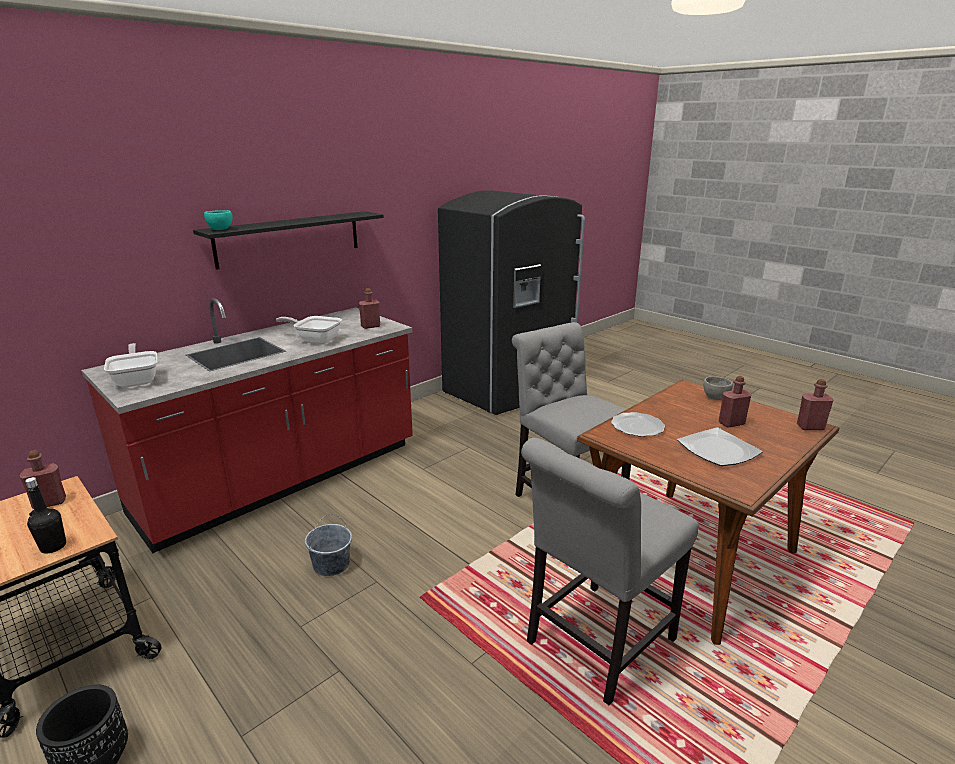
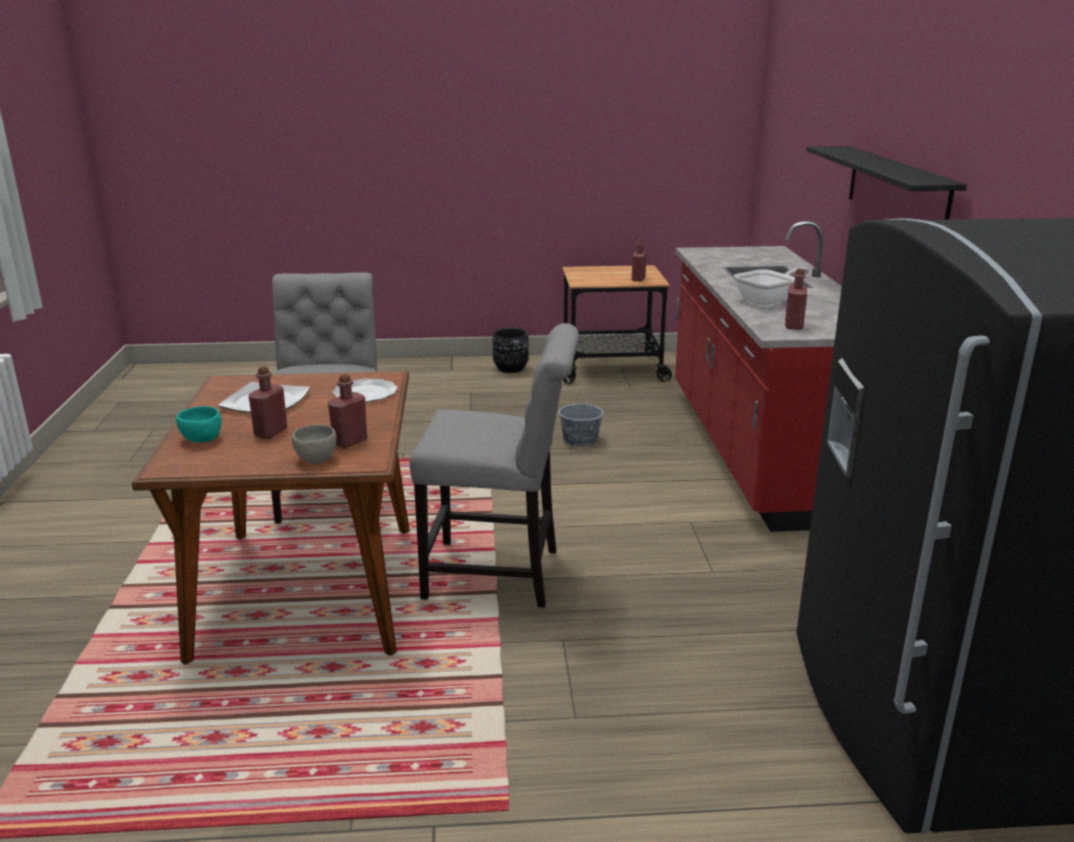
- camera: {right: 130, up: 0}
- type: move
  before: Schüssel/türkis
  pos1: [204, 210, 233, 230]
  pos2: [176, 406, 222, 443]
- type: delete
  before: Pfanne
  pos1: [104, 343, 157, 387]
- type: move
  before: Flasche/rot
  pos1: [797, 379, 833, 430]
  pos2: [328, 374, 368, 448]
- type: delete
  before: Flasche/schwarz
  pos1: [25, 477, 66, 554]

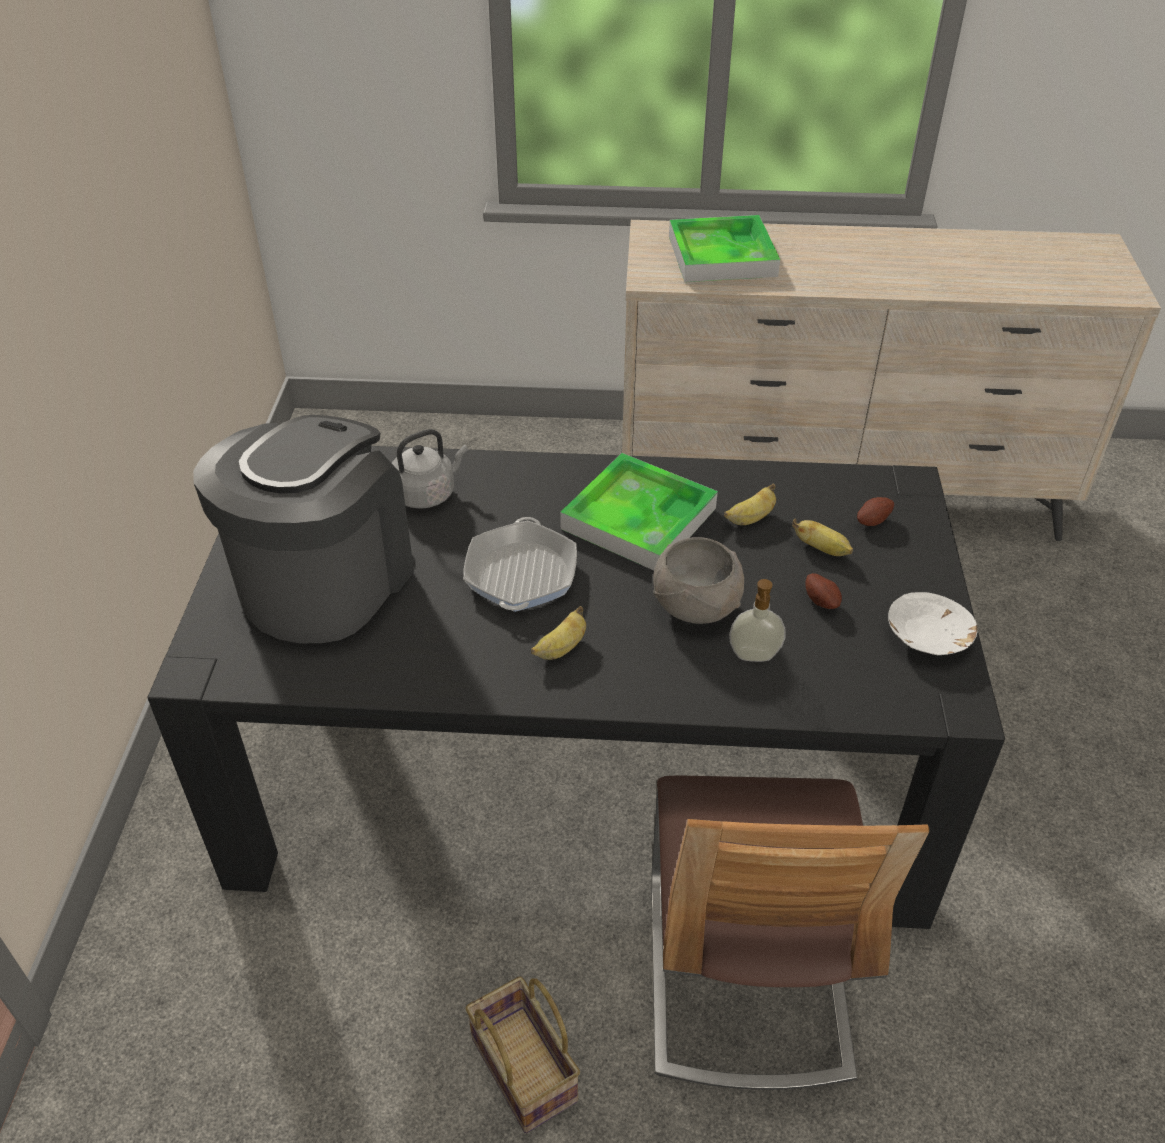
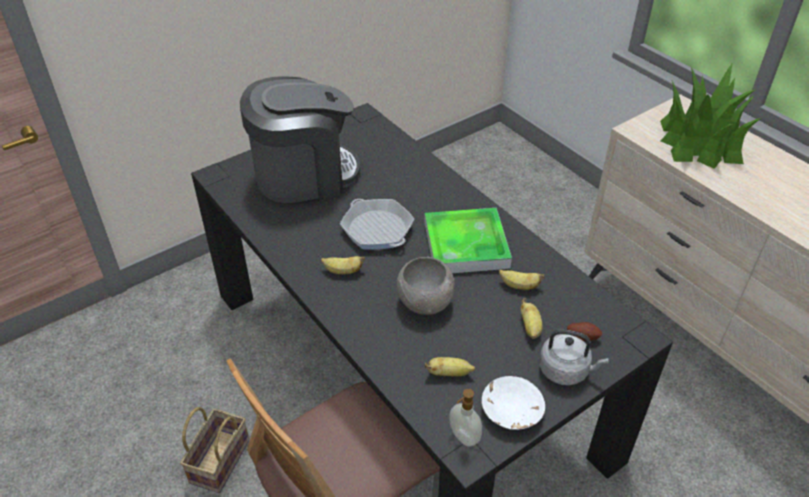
- camera: {right: 50, up: 0}
- type: replace
  before: Tablett
  after: Topfpflanze
  pos1: [669, 215, 780, 282]
  pos2: [660, 62, 761, 169]
- type: move
  before: Wasserkessel/grau
  pos1: [392, 429, 468, 509]
  pos2: [539, 329, 609, 386]
- type: rotate
  before: Pfanne
  pos1: [463, 517, 577, 612]
  pos2: [340, 199, 414, 250]
  turn: 90
- type: delete
  before: Kartoffel
  pos1: [806, 573, 842, 609]
- type: move
  before: Seifenspender
  pos1: [729, 579, 786, 662]
  pos2: [449, 389, 482, 447]
- type: insert
  after: Banane
  pos2: [424, 357, 475, 376]

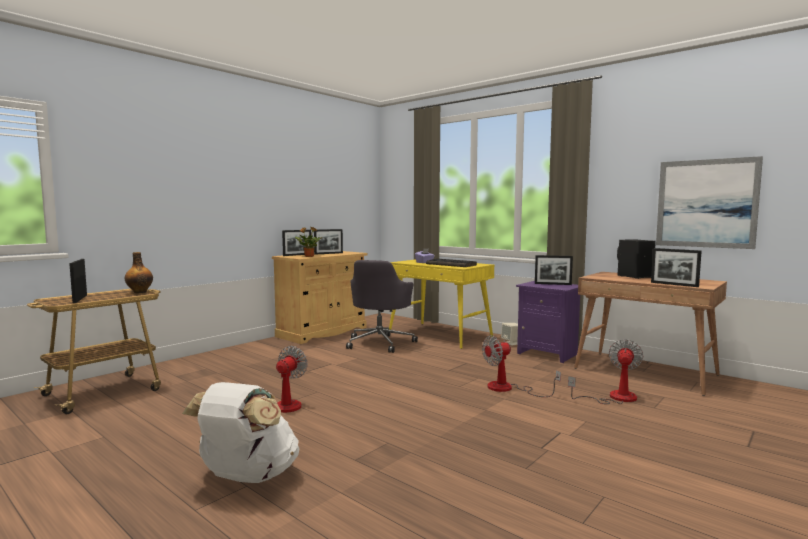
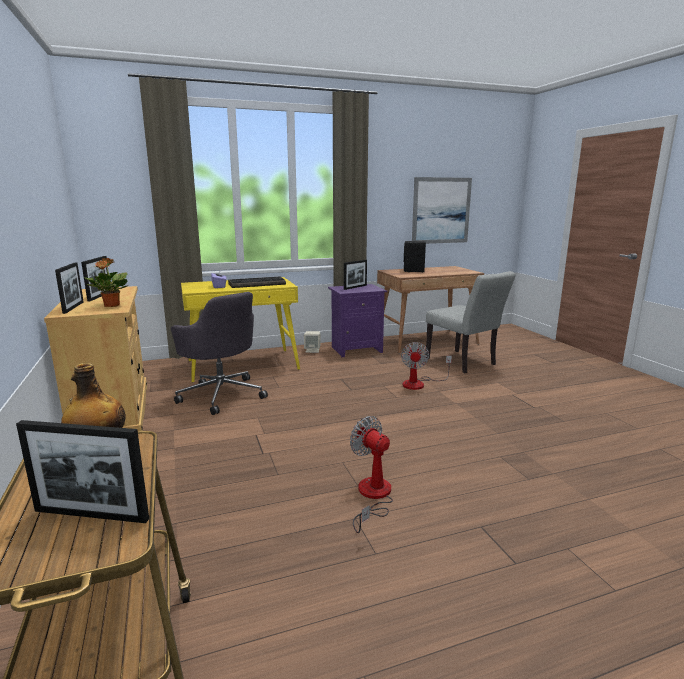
- camera: {right: -60, up: 10}
- type: delete
  before: Bilderrahmen
  pos1: [651, 248, 702, 287]
- type: replace
  before: Ventilator
  after: Stuhl/grau
  pos1: [568, 339, 643, 404]
  pos2: [426, 271, 516, 373]
- type: delete
  before: Rucksack/weiß
  pos1: [182, 382, 300, 483]

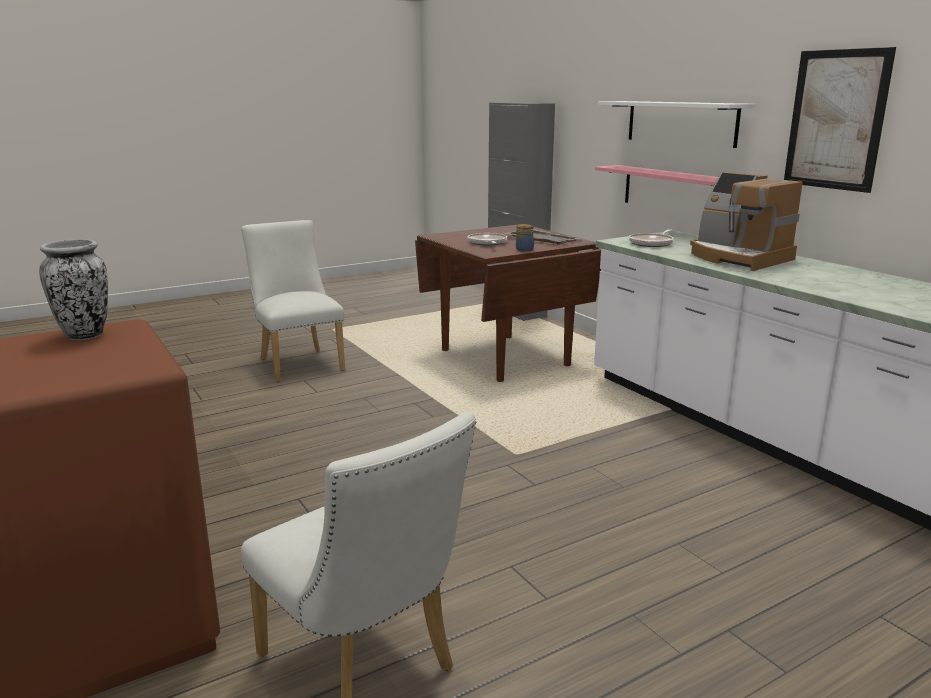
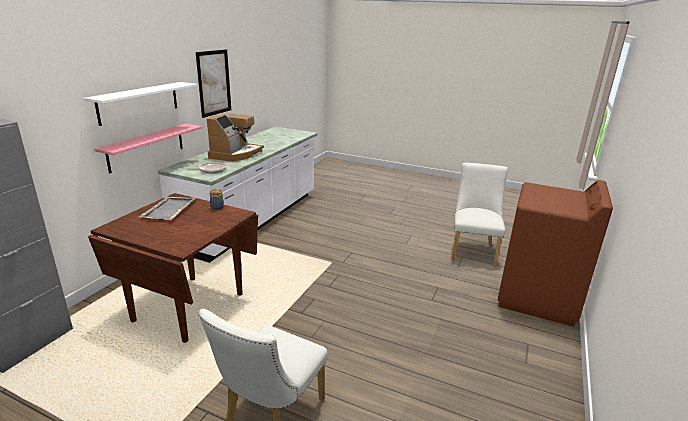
- camera: {right: -125, up: 5}
- type: delete
  before: Pfanne
  pos1: [467, 233, 507, 245]
- type: delete
  before: Vase
  pos1: [39, 239, 108, 340]

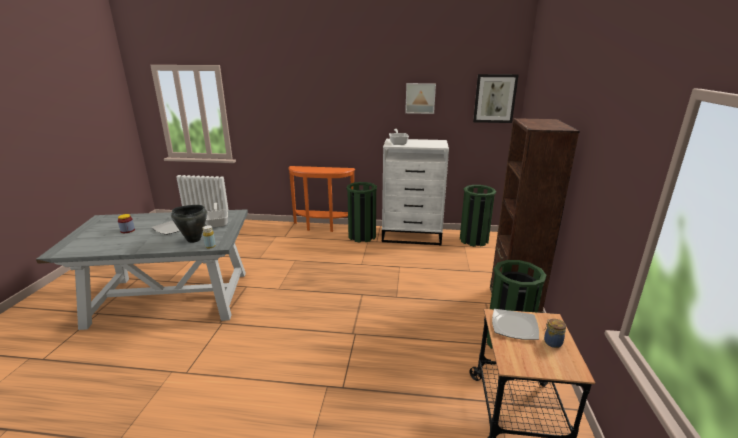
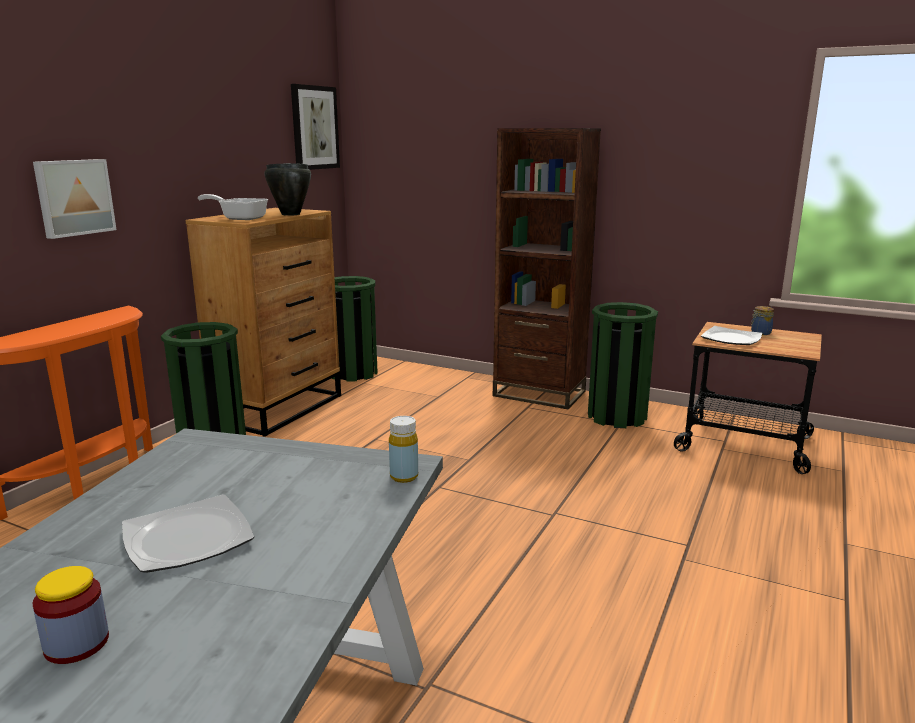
- camera: {right: -70, up: -5}
- type: move
  before: Bild
  pos1: [405, 83, 436, 114]
  pos2: [33, 159, 117, 239]
- type: recolor
  before: Kommode/weiß
  after: Kommode/braun
  pos1: [382, 139, 449, 245]
  pos2: [185, 208, 341, 436]
- type: delete
  before: Pfanne
  pos1: [205, 203, 228, 228]
- type: move
  before: Kochtopf/schwarz
  pos1: [171, 205, 207, 243]
  pos2: [264, 163, 311, 216]

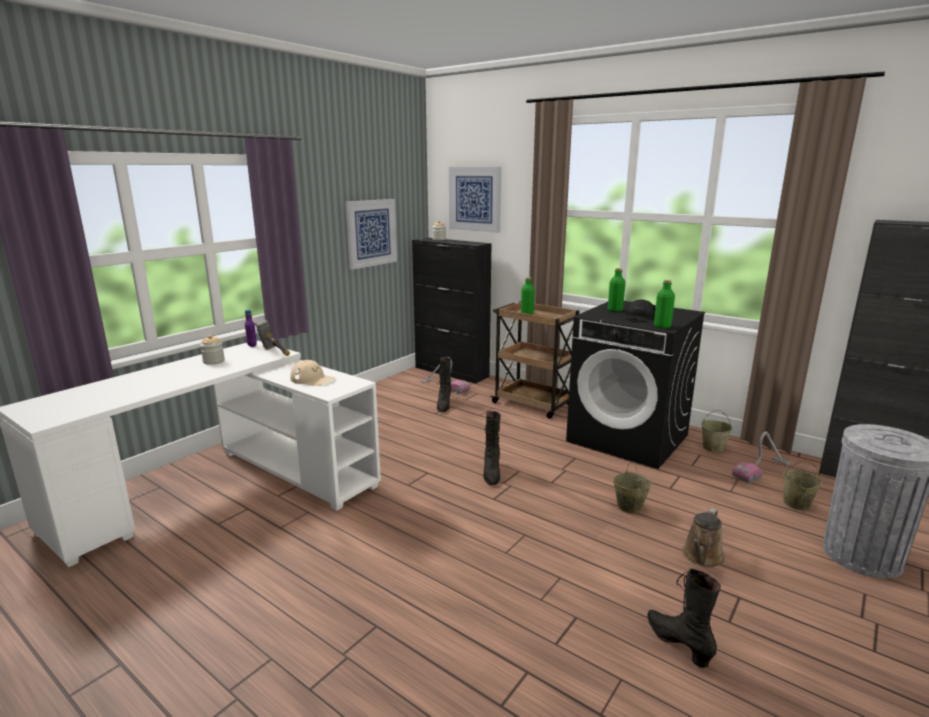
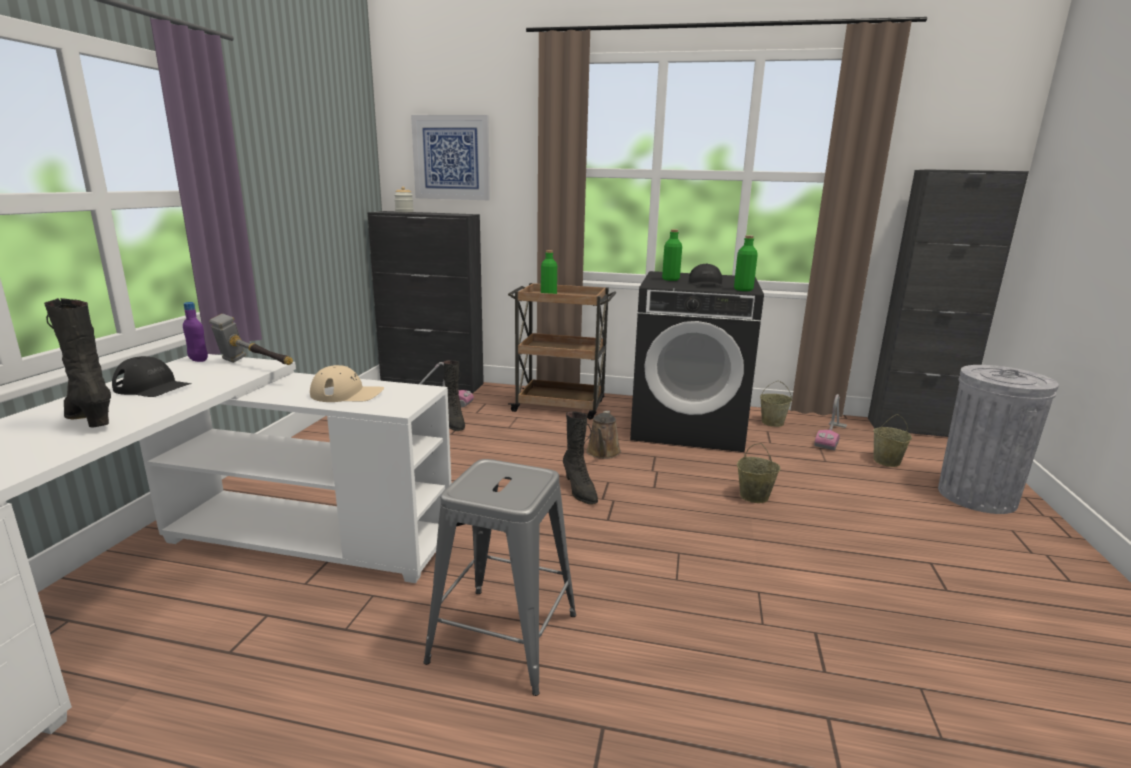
- camera: {right: -25, up: 0}
- type: delete
  before: Bild
  pos1: [345, 199, 397, 270]
- type: replace
  before: Vorratsglas
  after: Kappe/schwarz
  pos1: [200, 335, 225, 365]
  pos2: [112, 356, 192, 397]
- type: move
  before: Gießkanne/braun
  pos1: [682, 508, 725, 568]
  pos2: [586, 411, 621, 459]
- type: move
  before: Stiefel/schwarz
  pos1: [647, 568, 721, 668]
  pos2: [44, 298, 111, 428]
- type: insert
  after: Hocker/grau
  pos2: [423, 459, 576, 696]

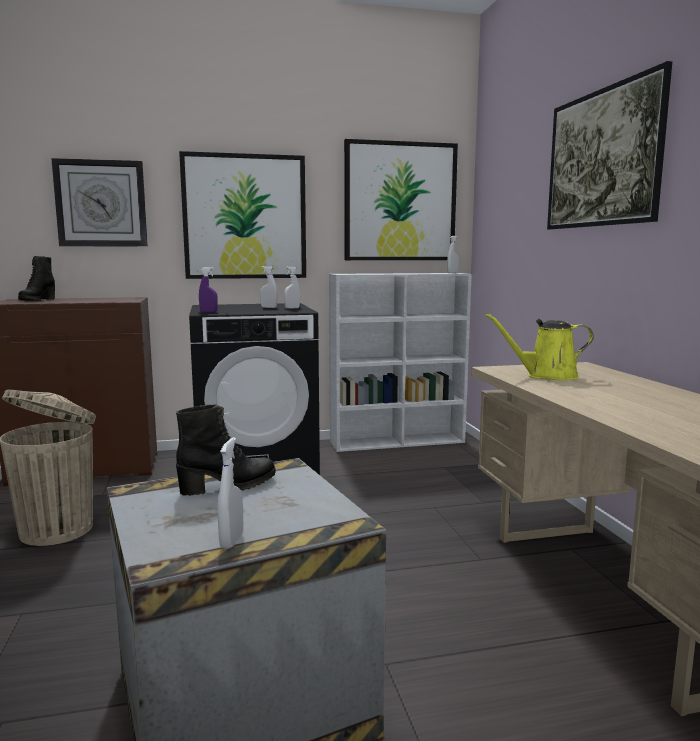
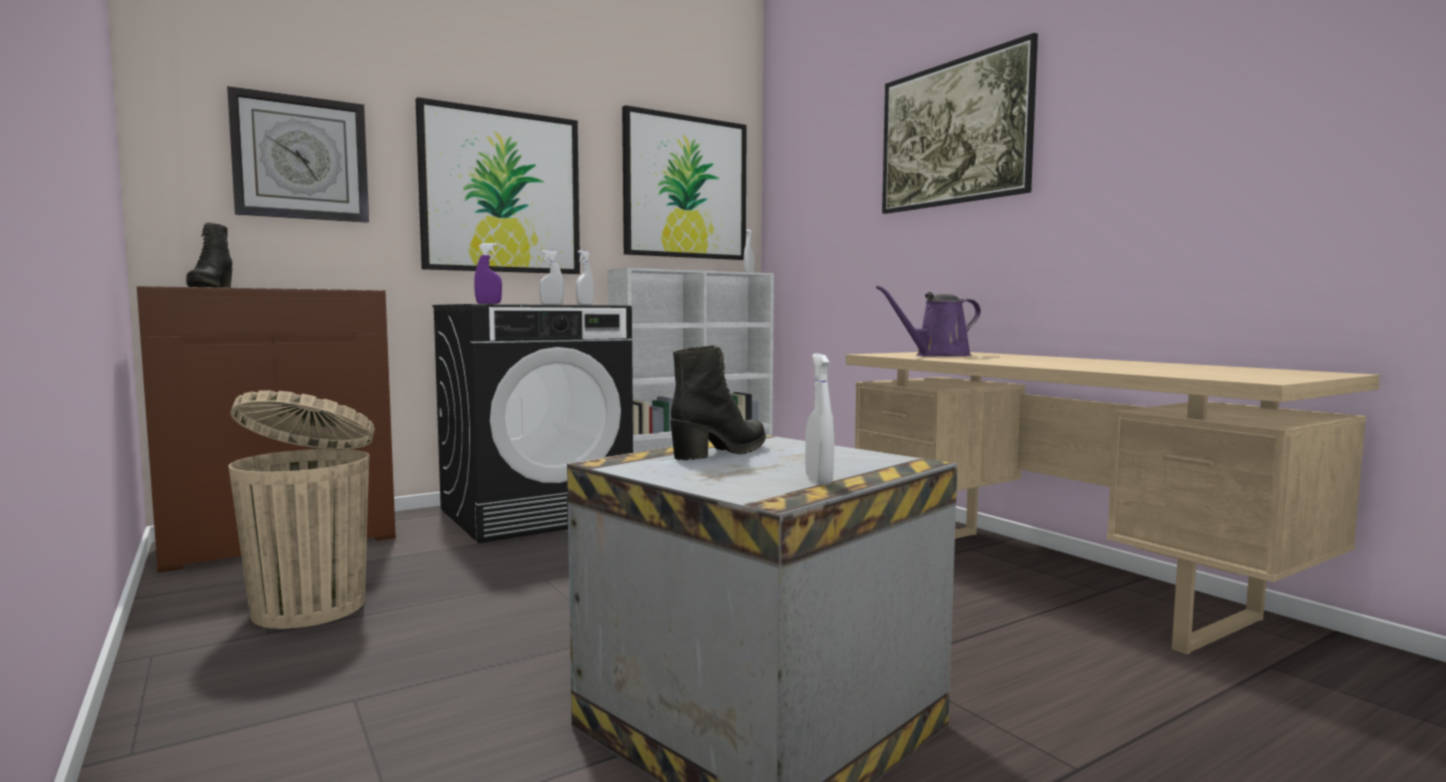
- camera: {right: -20, up: -5}
- type: recolor
  before: Gießkanne/gelb
  after: Gießkanne/lila
  pos1: [485, 313, 594, 380]
  pos2: [876, 286, 981, 357]

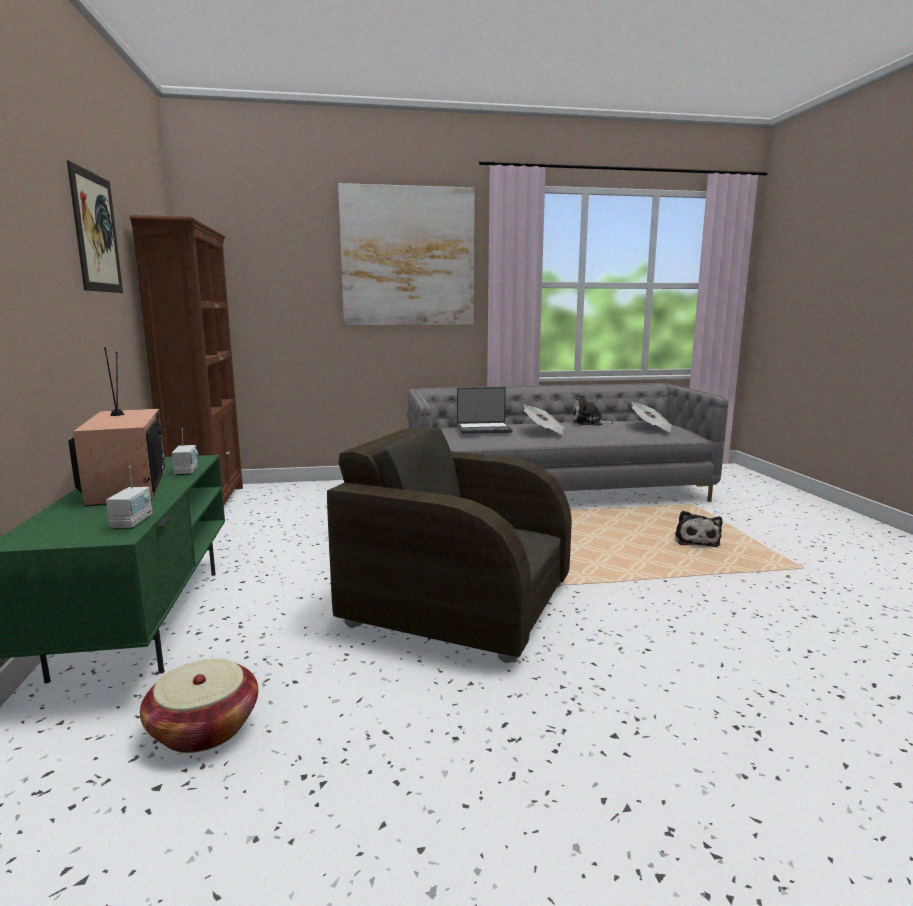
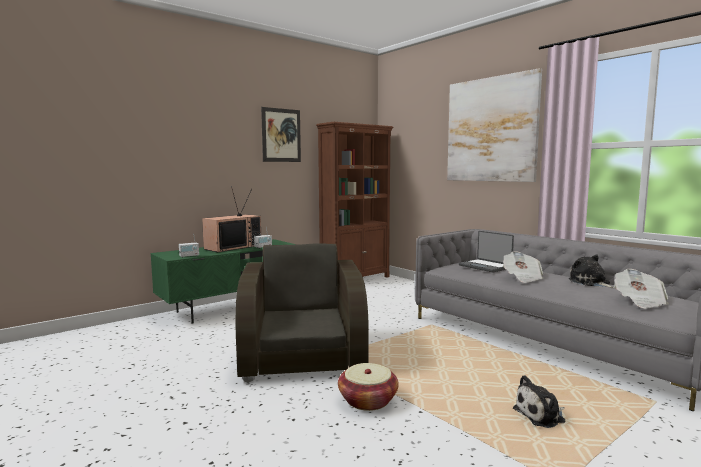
- camera: {right: 60, up: -5}
- type: move
  before: Korb
  pos1: [140, 658, 258, 753]
  pos2: [338, 363, 399, 411]

